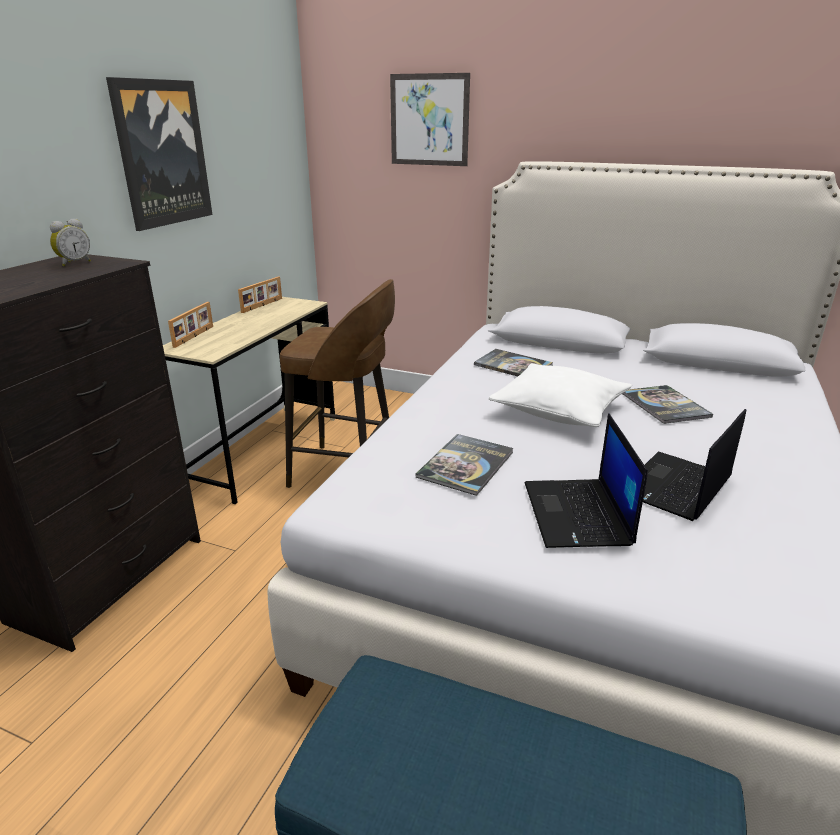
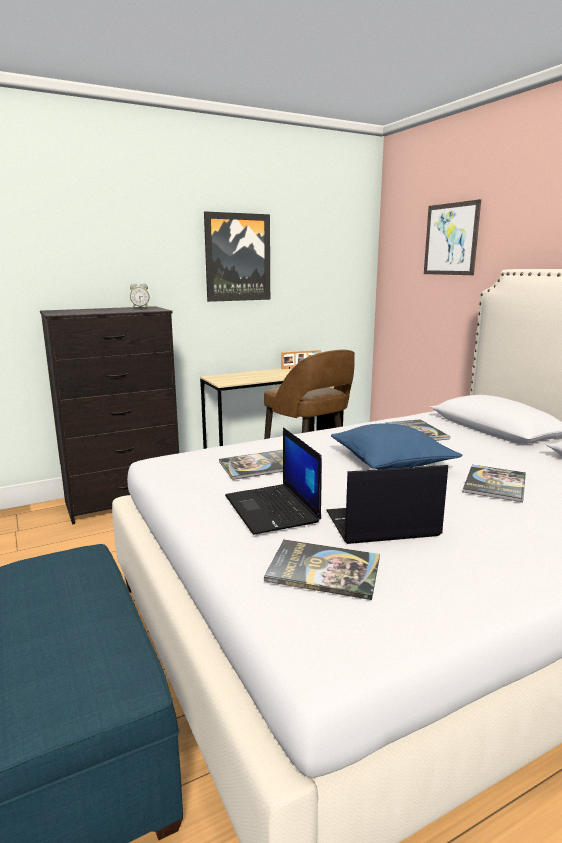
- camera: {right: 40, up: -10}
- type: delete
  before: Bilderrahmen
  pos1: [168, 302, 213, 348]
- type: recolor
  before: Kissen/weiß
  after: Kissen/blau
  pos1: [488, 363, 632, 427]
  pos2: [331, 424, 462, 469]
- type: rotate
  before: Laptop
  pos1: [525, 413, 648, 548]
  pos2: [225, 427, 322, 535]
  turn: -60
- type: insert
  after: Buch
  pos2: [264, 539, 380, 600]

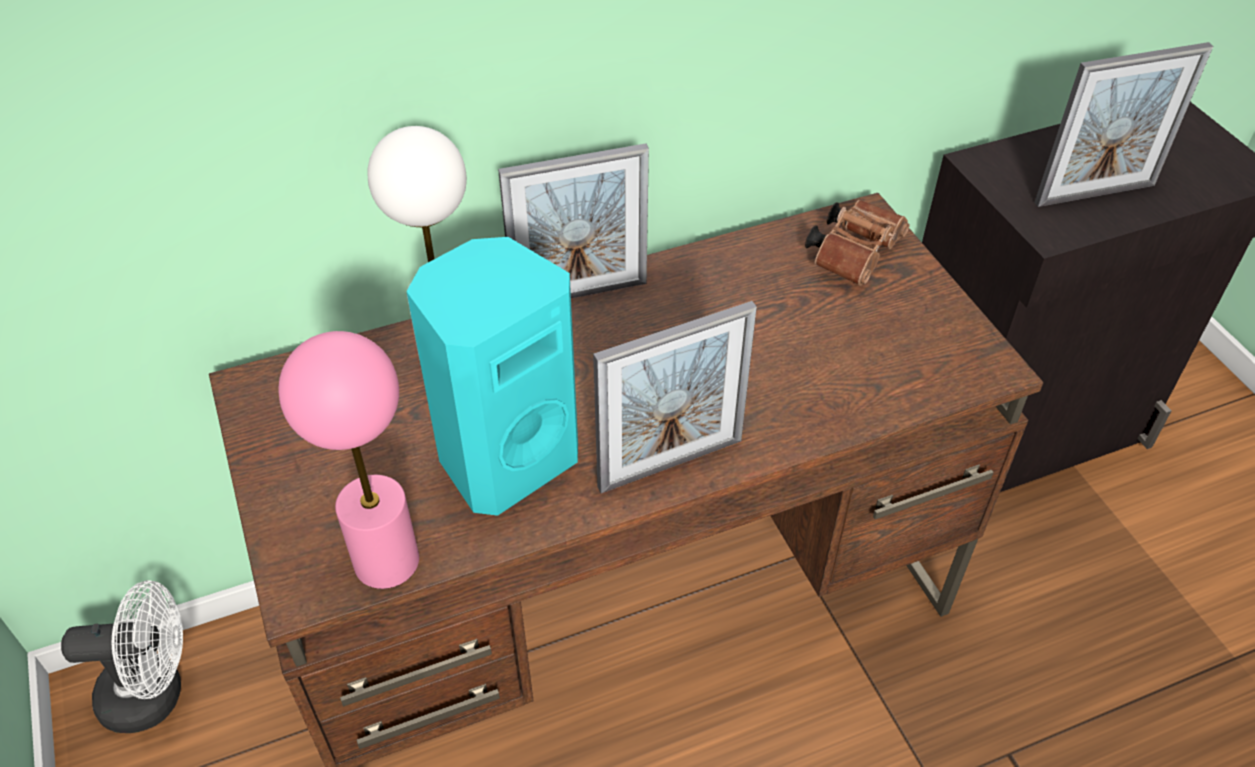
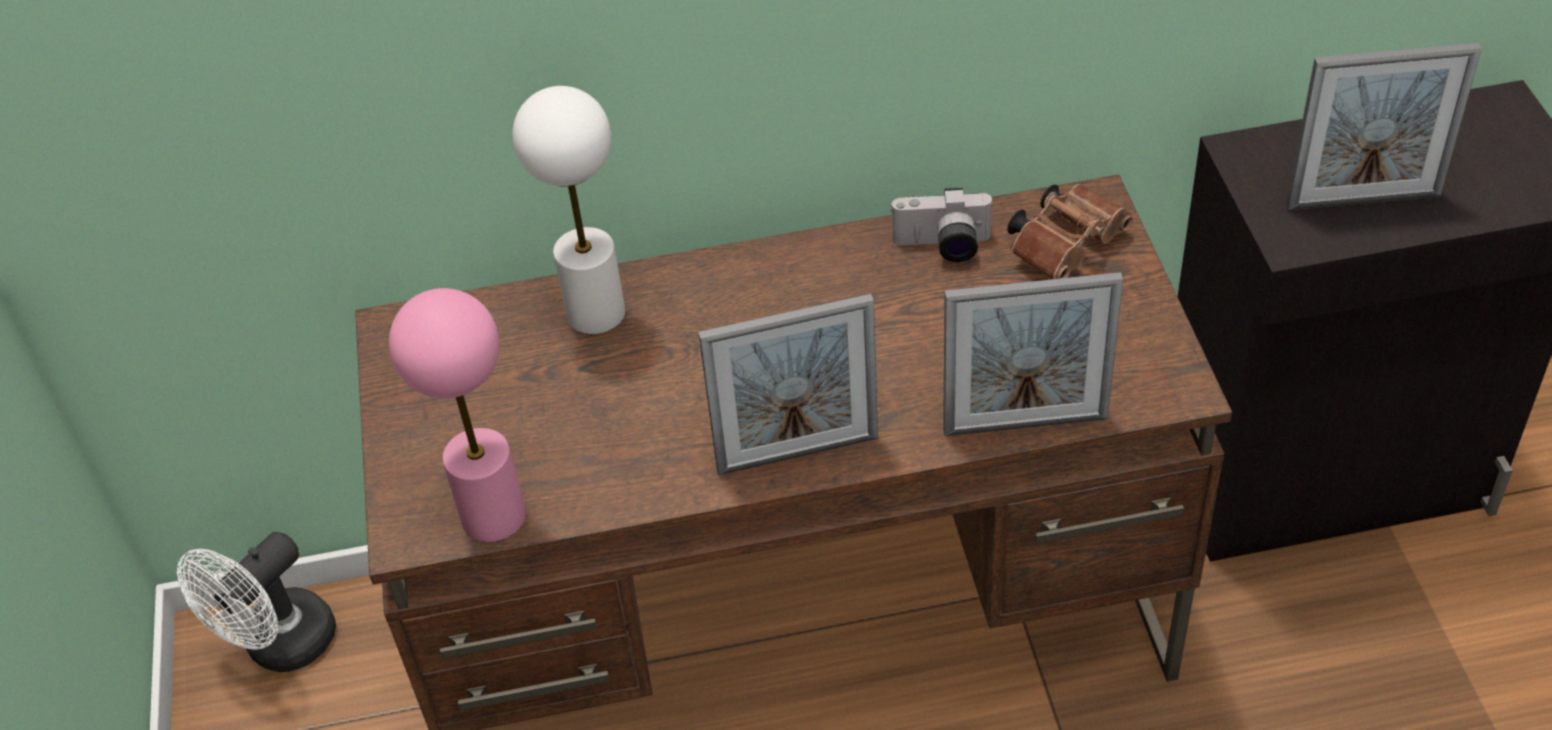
- camera: {right: 15, up: 0}
- type: move
  before: Bilderrahmen
  pos1: [498, 143, 649, 298]
  pos2: [943, 272, 1123, 436]
- type: delete
  before: Lautsprecher/türkis
  pos1: [406, 237, 578, 516]
- type: rotate
  before: Ventilator/weiß
  pos1: [61, 580, 183, 733]
  pos2: [177, 532, 336, 672]
  turn: 120
- type: insert
  after: Kamera
  pos2: [891, 188, 994, 262]

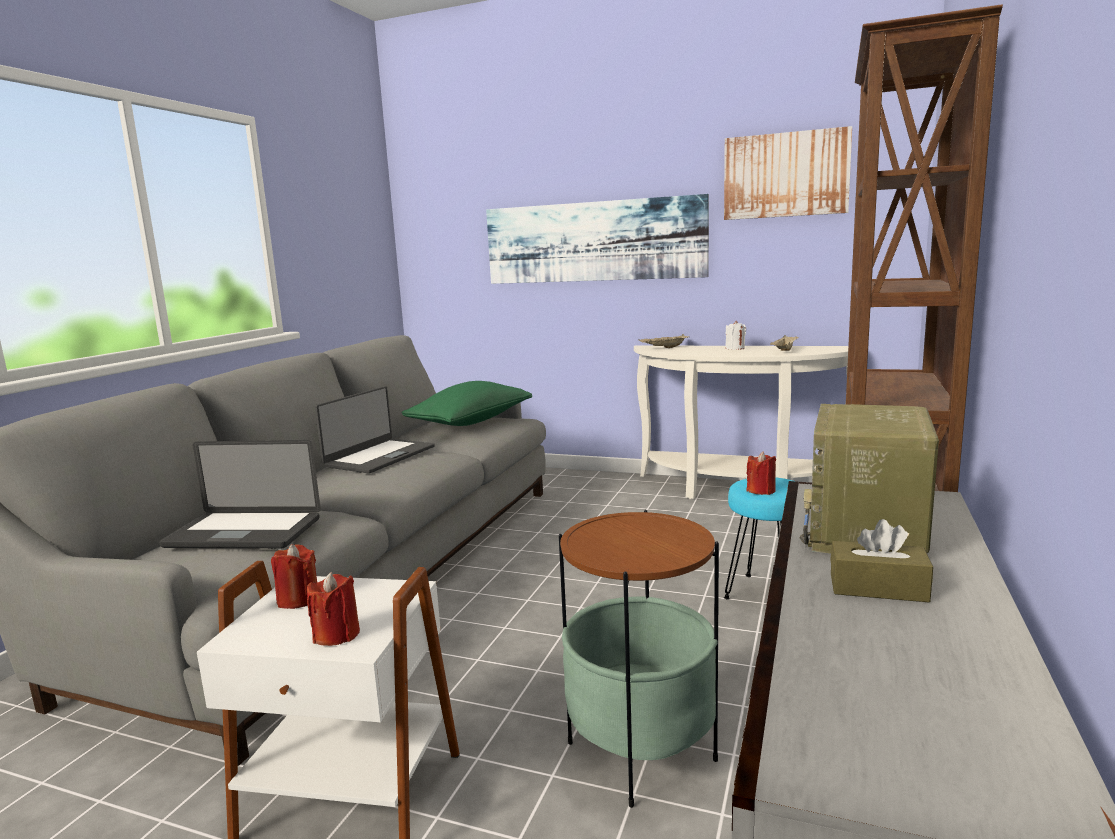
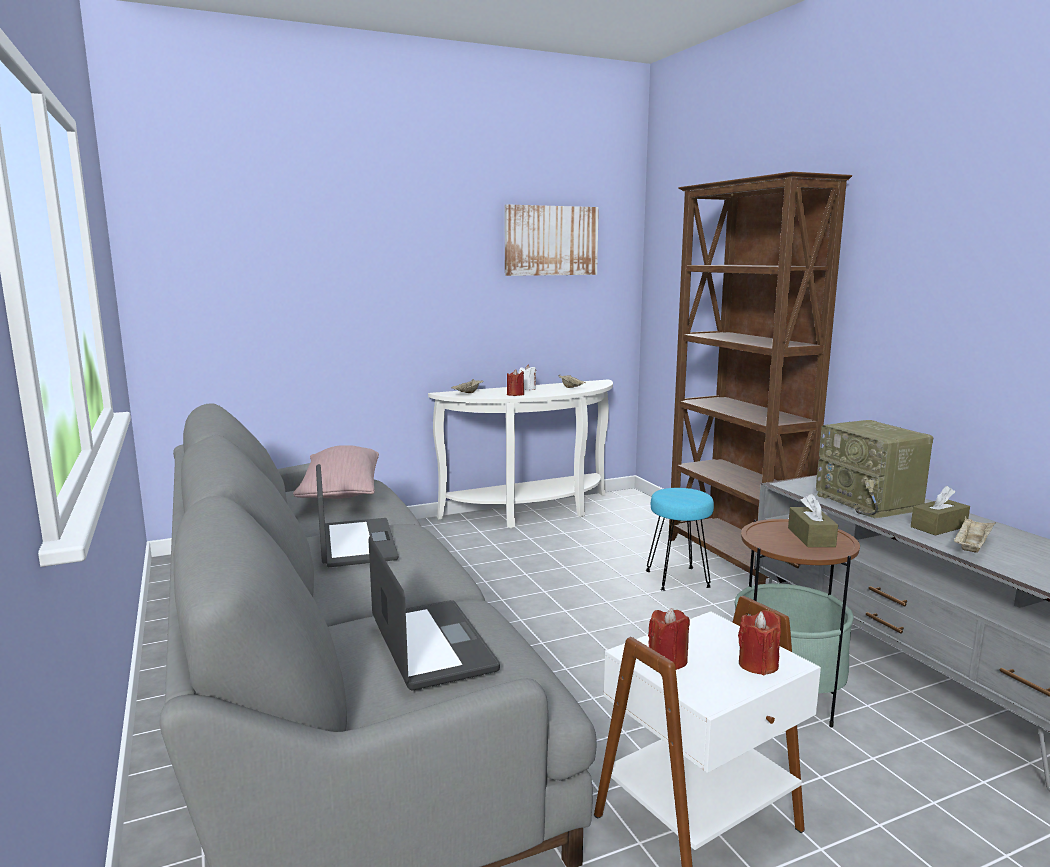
- camera: {right: -45, up: 0}
- type: delete
  before: Bild
  pos1: [486, 194, 709, 284]
- type: recolor
  before: Kissen/grün
  after: Kissen/rosa
  pos1: [402, 381, 532, 426]
  pos2: [293, 445, 379, 499]
- type: rotate
  before: Laptop
  pos1: [159, 440, 321, 548]
  pos2: [369, 536, 500, 690]
  turn: -75
- type: move
  before: Kerze/rot
  pos1: [746, 451, 776, 495]
  pos2: [507, 369, 524, 396]
- type: insert
  after: Taschentuchbox/braun
  pos2: [788, 494, 838, 547]
- type: insert
  after: Tablett/beige
  pos2: [953, 517, 996, 553]

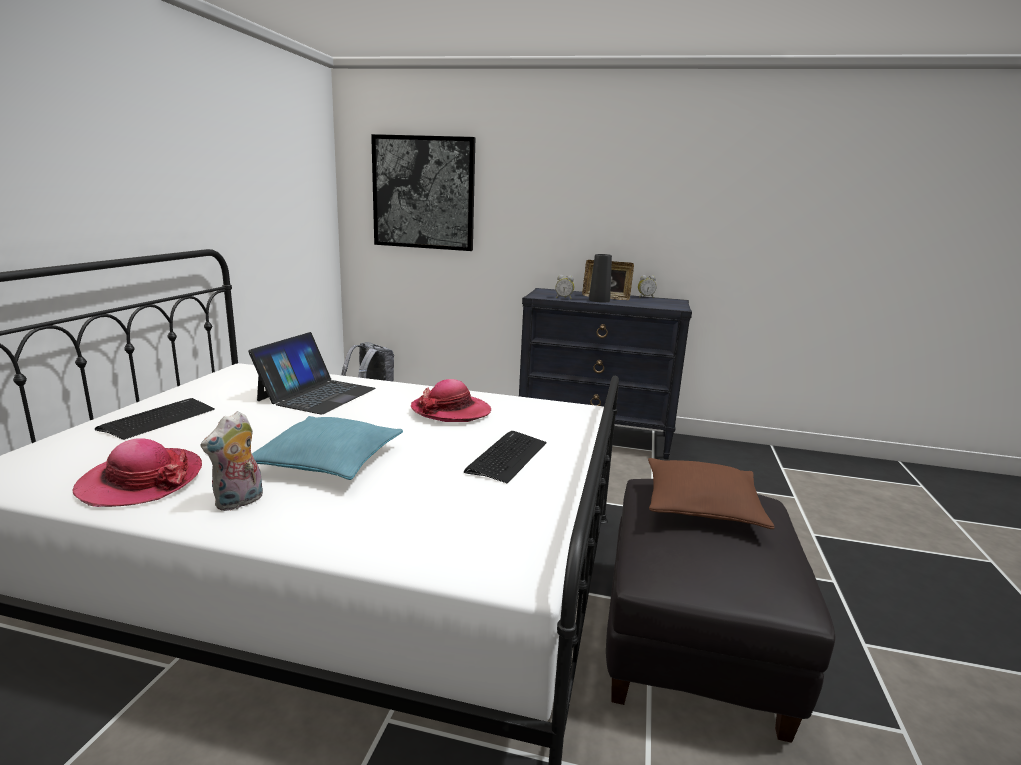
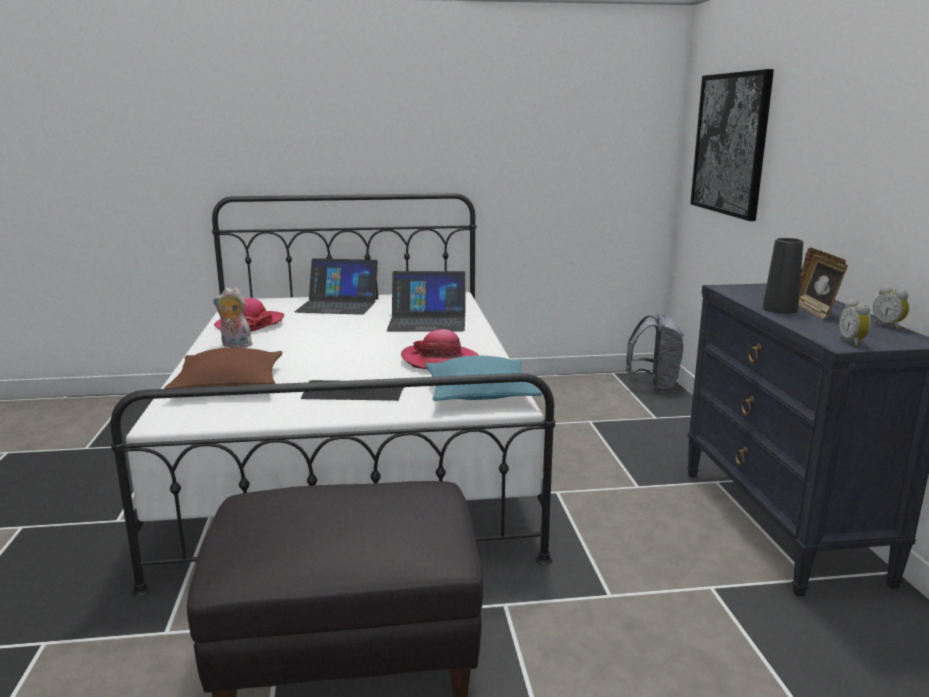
- camera: {right: 70, up: 0}
- type: move
  before: Wecker
  pos1: [555, 275, 574, 299]
  pos2: [839, 299, 871, 346]
- type: replace
  before: Tastatur
  after: Laptop
  pos1: [95, 398, 215, 440]
  pos2: [295, 258, 378, 315]
- type: move
  before: Kissen/türkis
  pos1: [252, 416, 403, 480]
  pos2: [425, 355, 542, 401]
- type: move
  before: Kissen/braun
  pos1: [648, 458, 774, 529]
  pos2: [165, 348, 283, 389]

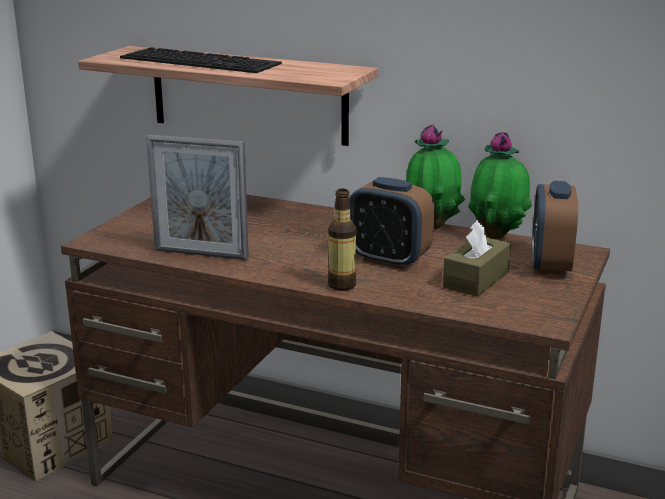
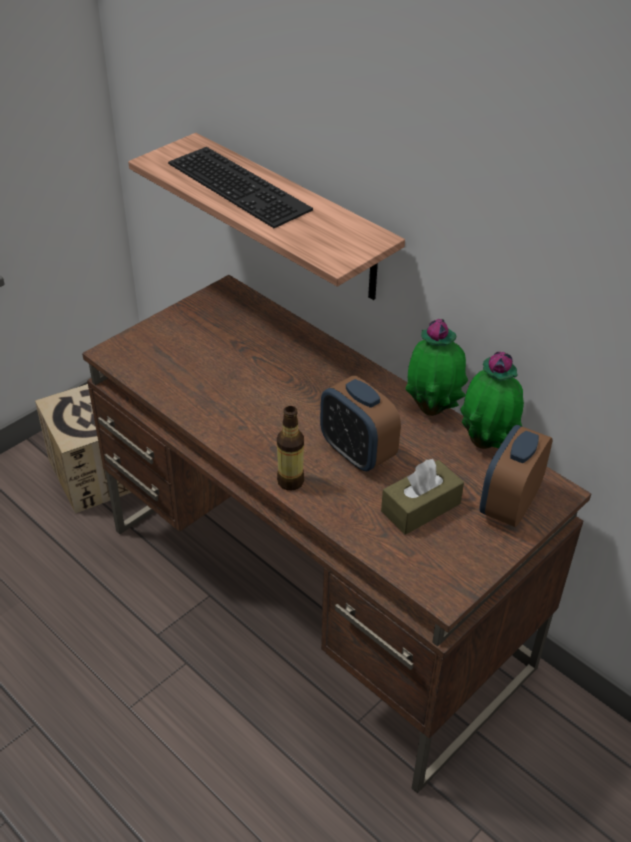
- camera: {right: 20, up: 20}
- type: delete
  before: Bilderrahmen
  pos1: [146, 134, 249, 260]

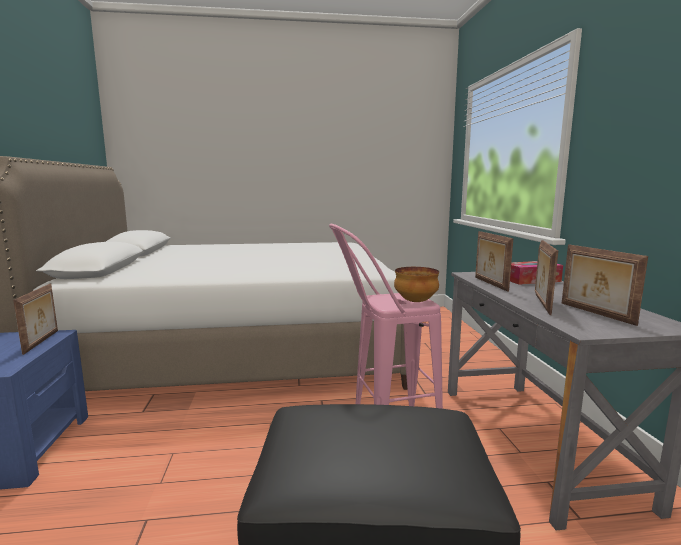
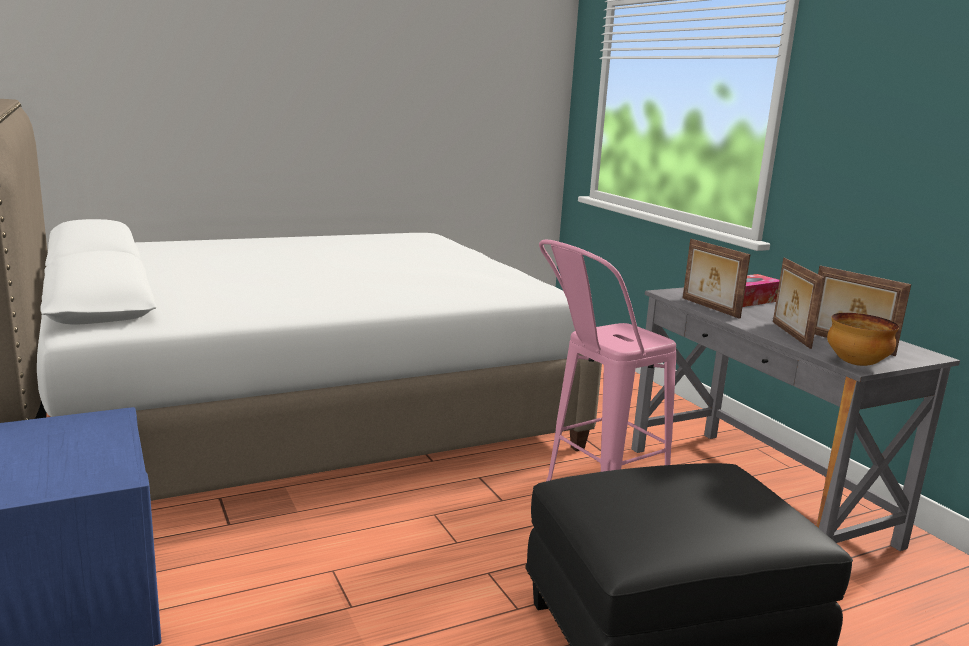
- camera: {right: -20, up: 5}
- type: move
  before: Schüssel
  pos1: [394, 267, 439, 302]
  pos2: [827, 313, 899, 366]
- type: delete
  before: Bilderrahmen
  pos1: [13, 284, 58, 355]

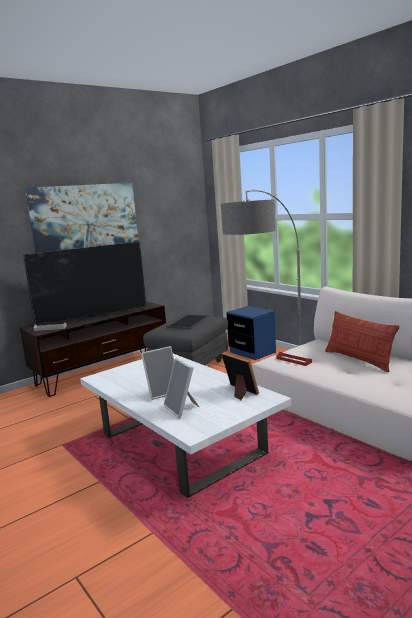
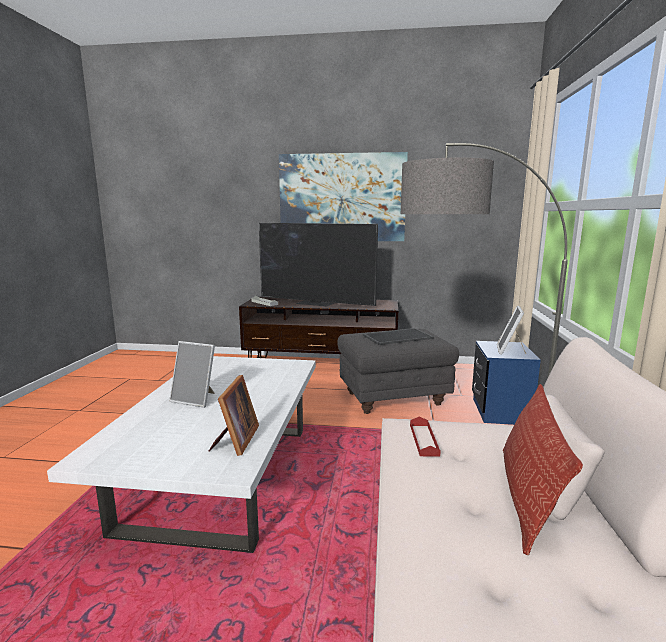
- camera: {right: 45, up: 0}
- type: move
  before: Bilderrahmen
  pos1: [164, 358, 199, 419]
  pos2: [497, 306, 526, 355]

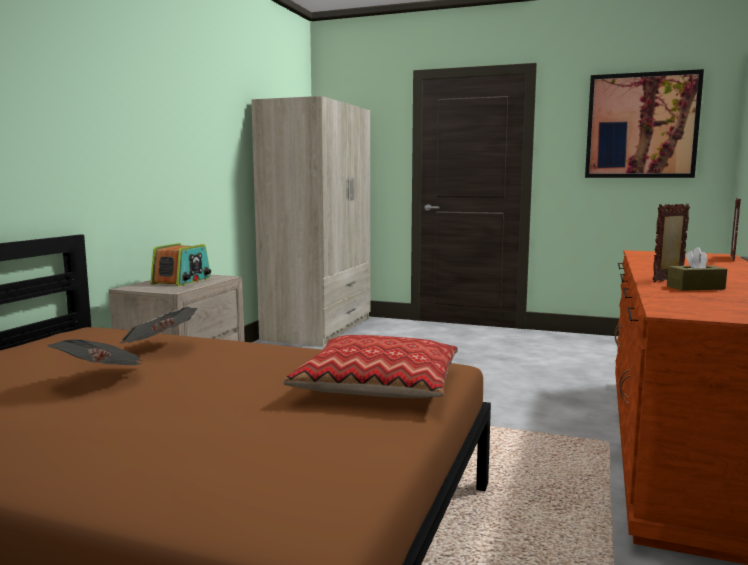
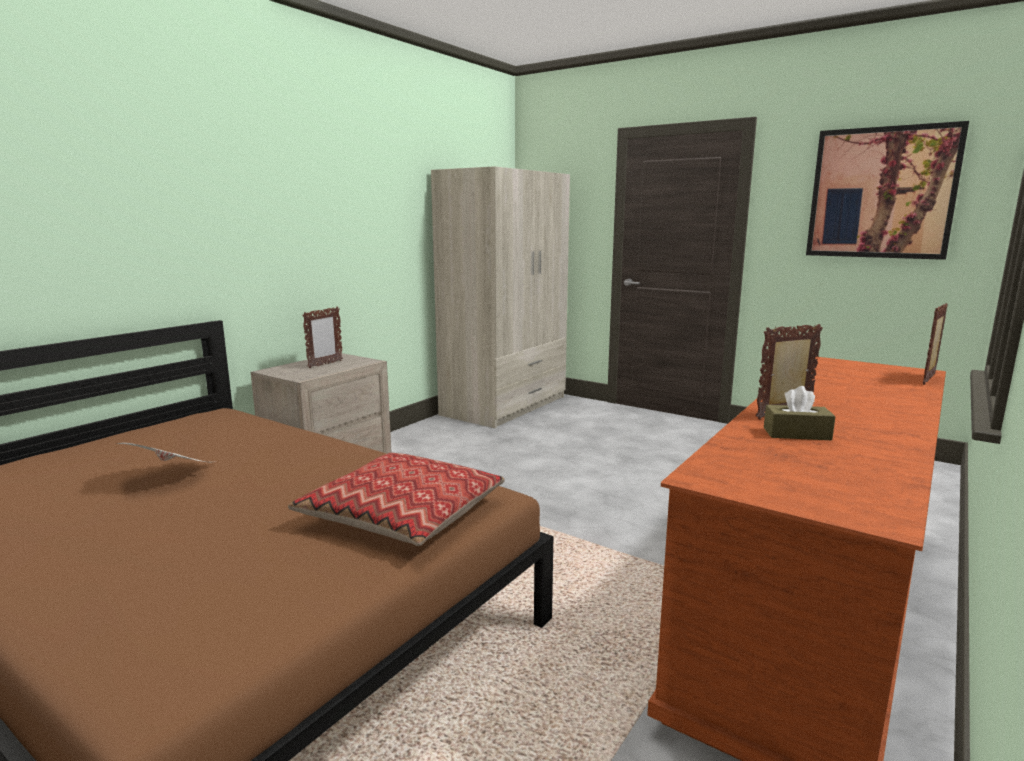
- camera: {right: 15, up: 5}
- type: replace
  before: Radio
  after: Bilderrahmen
  pos1: [151, 243, 211, 286]
  pos2: [302, 307, 343, 368]
- type: delete
  before: Zeitung
  pos1: [120, 307, 197, 343]

